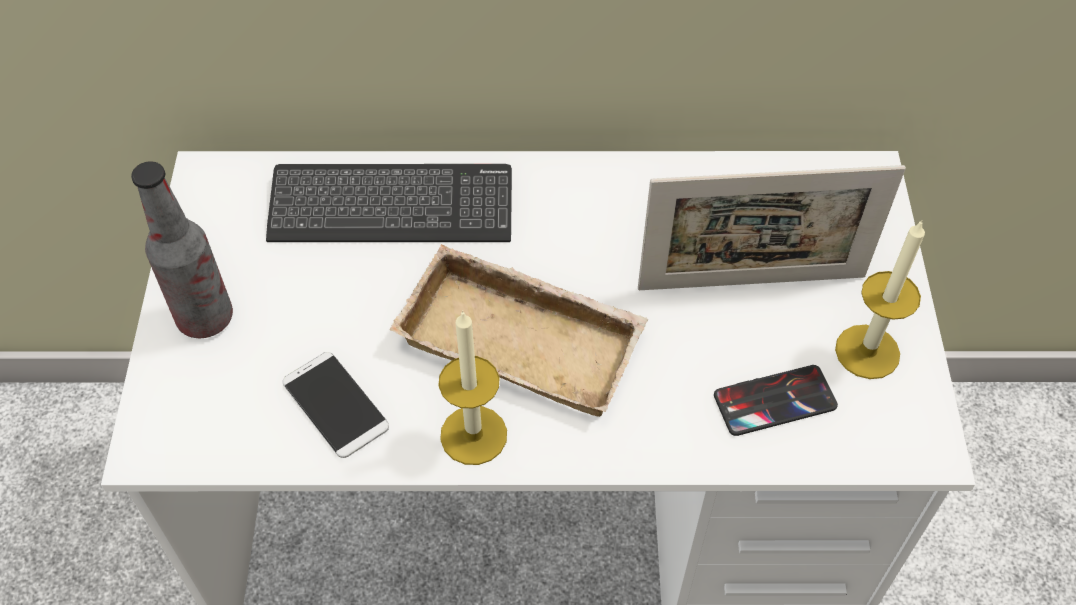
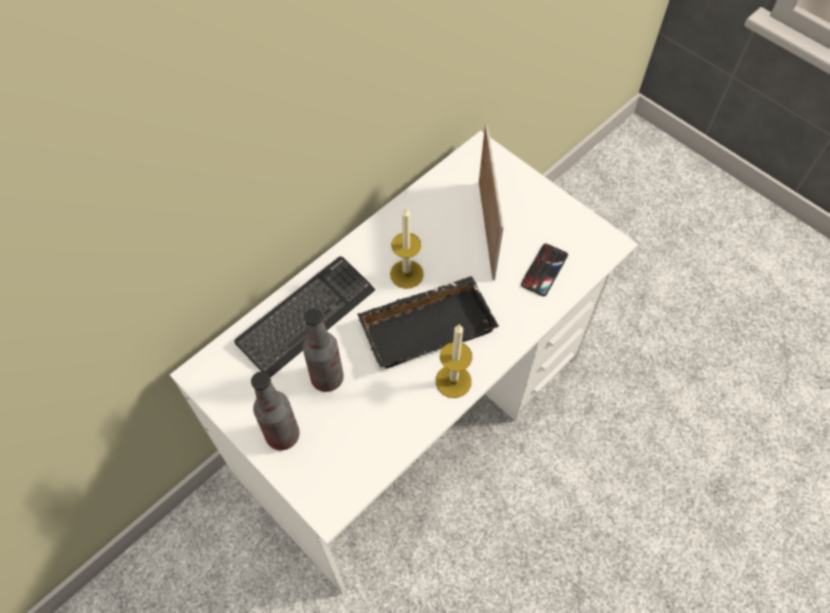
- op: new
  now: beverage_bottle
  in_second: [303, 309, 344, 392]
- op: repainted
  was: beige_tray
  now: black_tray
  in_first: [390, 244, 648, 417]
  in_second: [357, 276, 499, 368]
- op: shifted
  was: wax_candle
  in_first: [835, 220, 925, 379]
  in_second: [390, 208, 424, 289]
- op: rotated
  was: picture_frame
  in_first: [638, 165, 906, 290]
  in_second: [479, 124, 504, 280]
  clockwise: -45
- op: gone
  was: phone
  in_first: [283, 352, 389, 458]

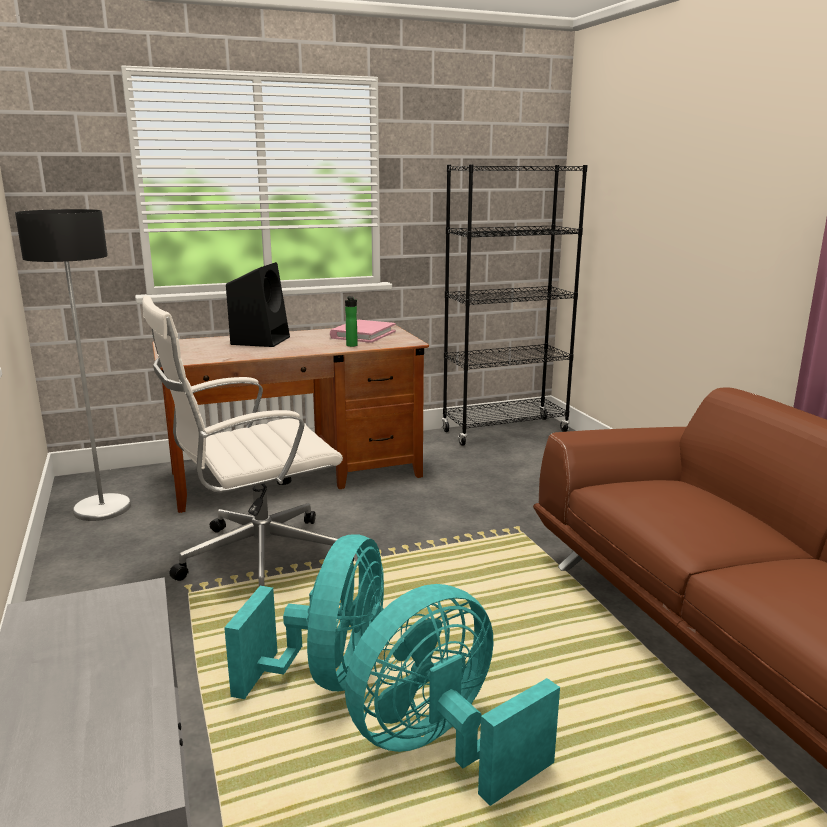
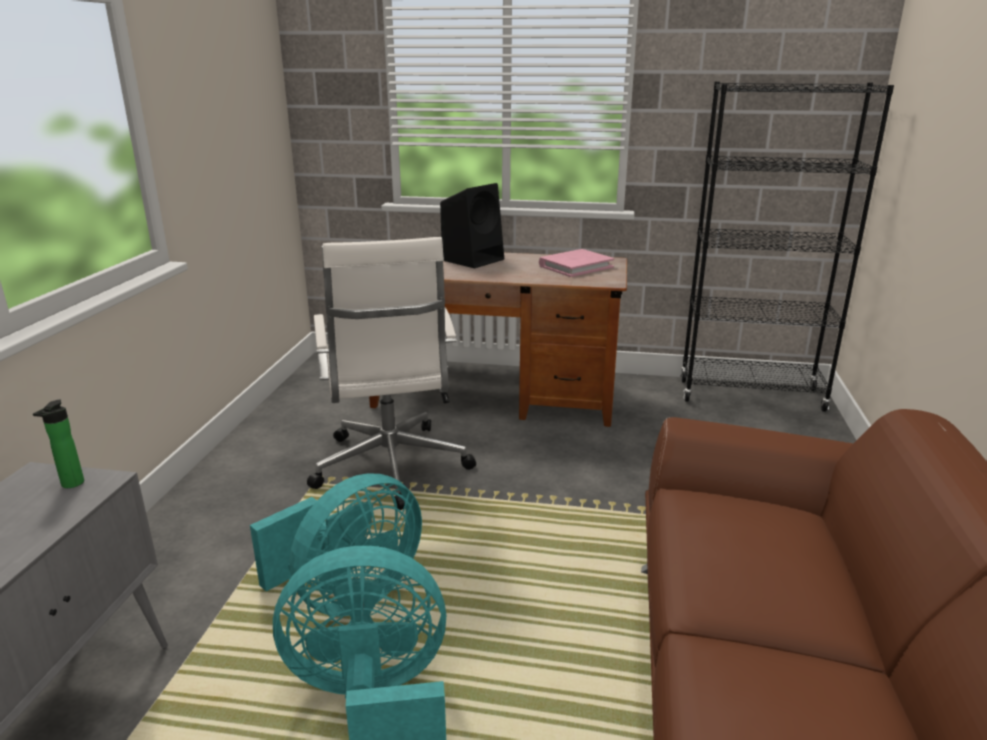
- op: shifted
  was: beverage_bottle
  in_first: [345, 296, 358, 347]
  in_second: [33, 399, 84, 488]
- op: rotated
  was: white_office_chair
  in_first: [142, 295, 354, 586]
  in_second: [307, 237, 476, 510]
  clockwise: -105
- op: gone
  was: standing_lamp
  in_first: [15, 209, 131, 521]

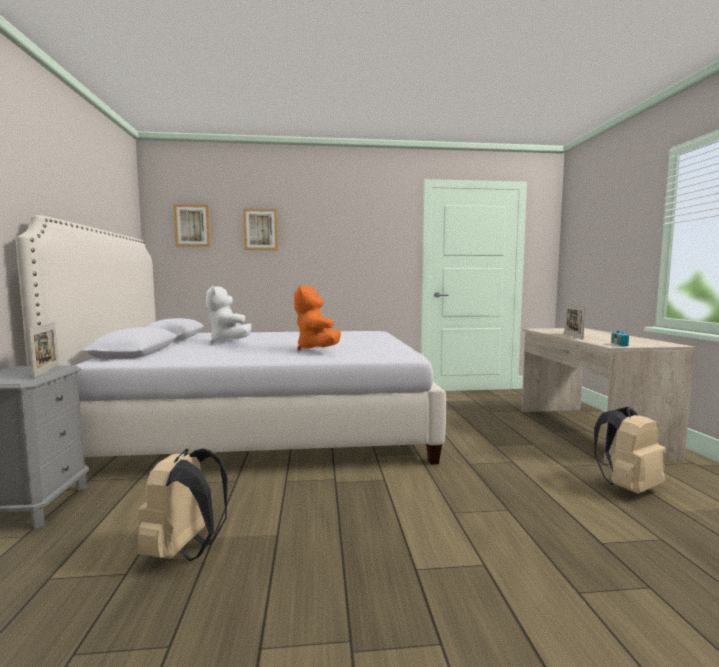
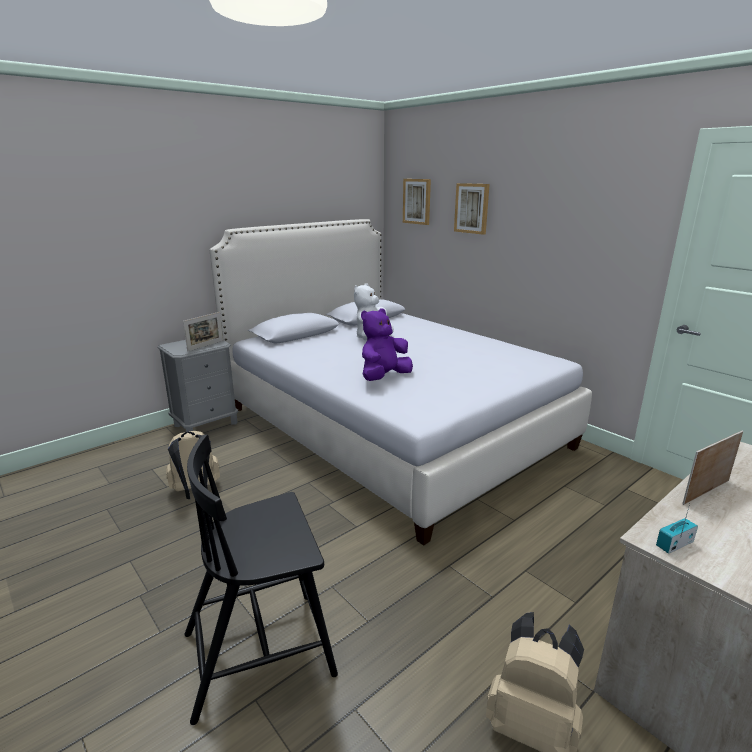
- op: new
  now: black_plain_chair
  in_second: [184, 435, 338, 725]
- op: repainted
  was: orange_soft_toy
  now: purplish_soft_toy
  in_first: [294, 285, 341, 351]
  in_second: [361, 308, 413, 381]

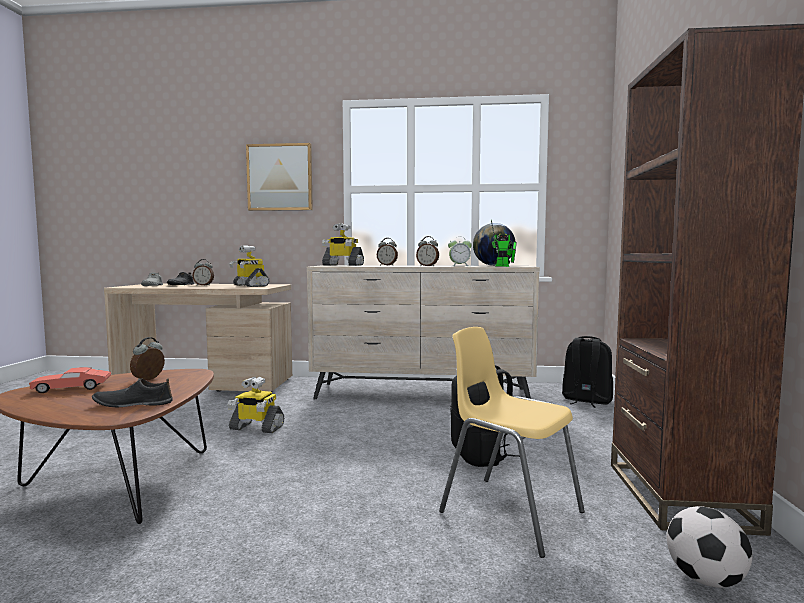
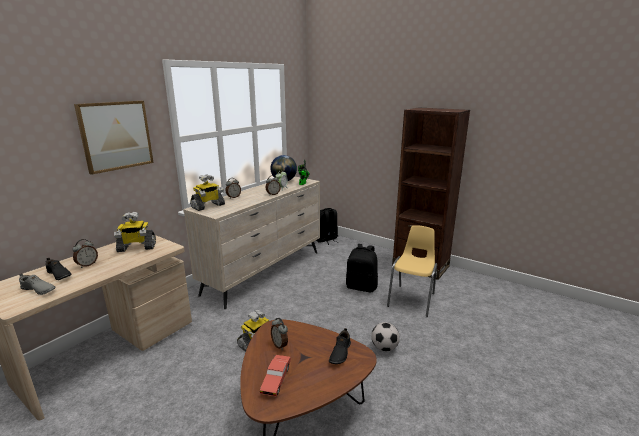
- op: shifted
  was: football
  in_first: [666, 506, 753, 588]
  in_second: [371, 322, 400, 351]
- op: rotated
  was: yellow-coloured_plain_chair
  in_first: [439, 327, 585, 558]
  in_second: [387, 225, 437, 317]
  clockwise: 135

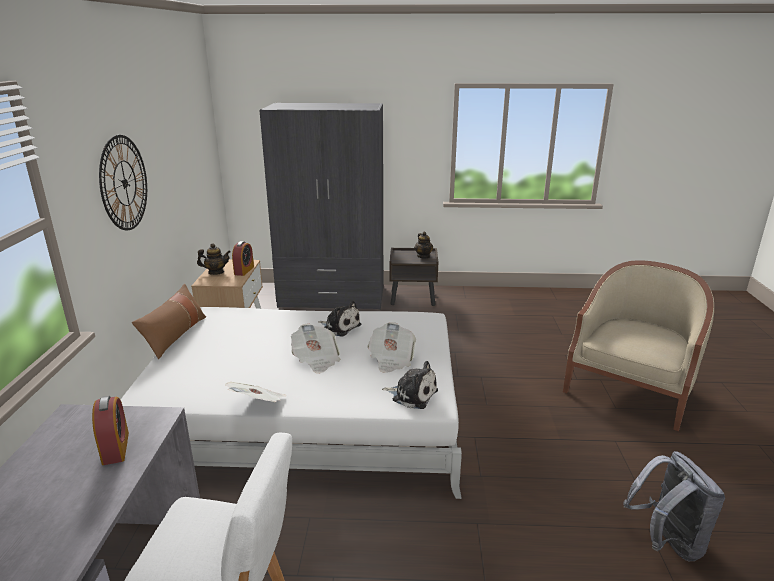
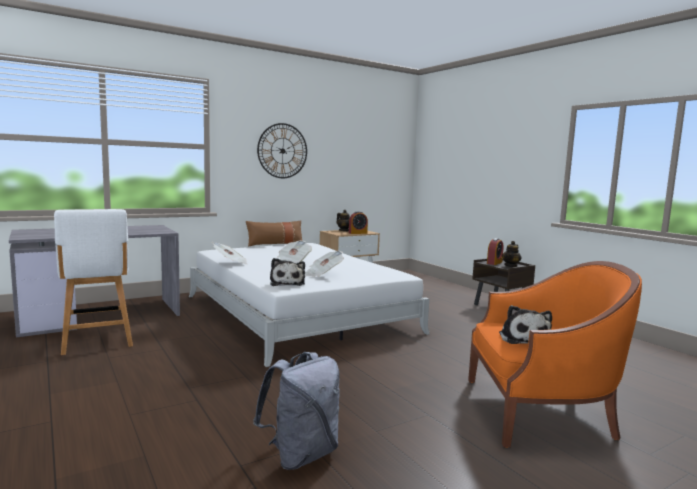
- op: repainted
  was: beige_armchair
  now: orange_armchair
  in_first: [563, 260, 714, 431]
  in_second: [468, 261, 642, 448]
- op: shifted
  was: table_clock
  in_first: [92, 396, 129, 465]
  in_second: [487, 238, 503, 265]
- op: shifted
  was: soft_toy
  in_first: [318, 301, 361, 337]
  in_second: [499, 305, 552, 344]
- op: gone
  was: greyish_clothes_cupboard
  in_first: [259, 103, 383, 310]

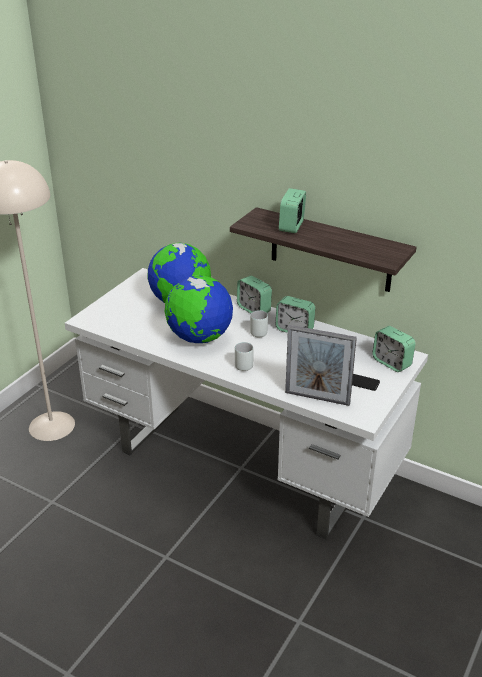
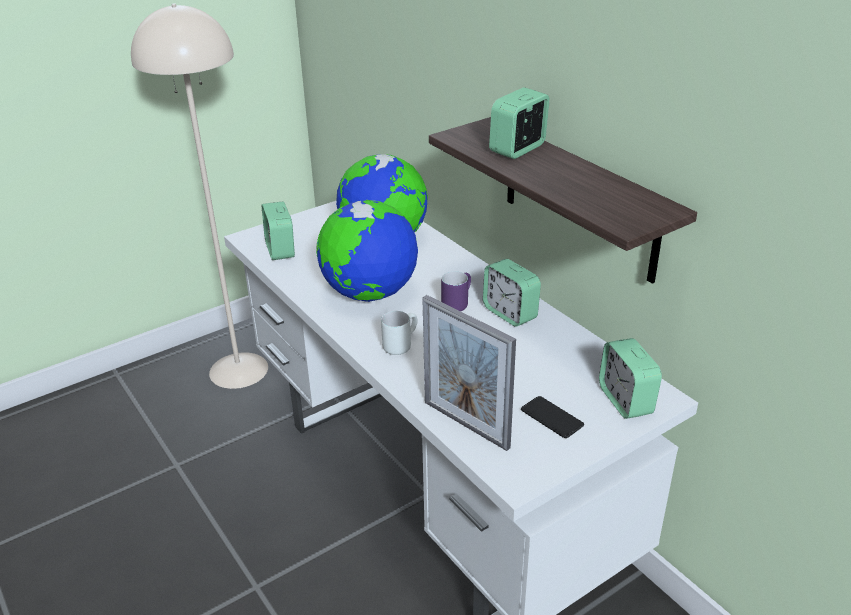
- op: shifted
  was: table_clock
  in_first: [237, 276, 272, 313]
  in_second: [262, 202, 295, 260]
- op: repainted
  was: white_tea_mug
  now: purplish_tea_mug
  in_first: [250, 310, 268, 337]
  in_second: [441, 271, 471, 311]

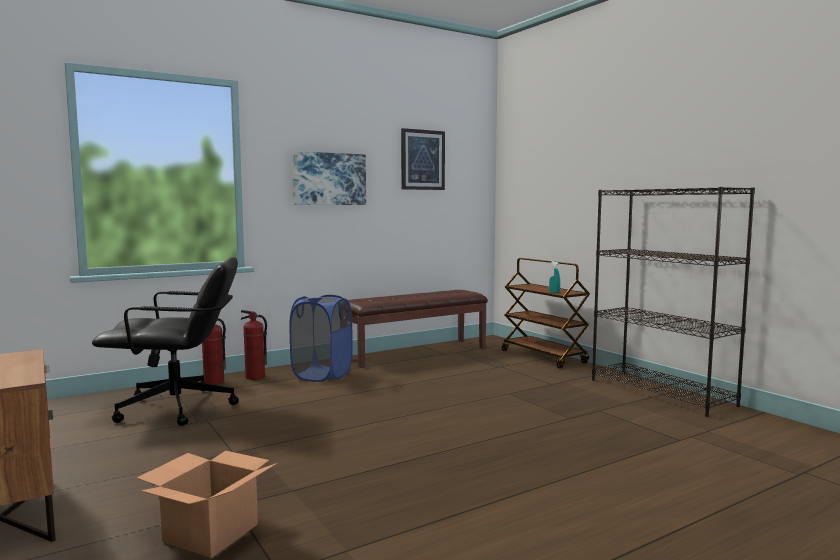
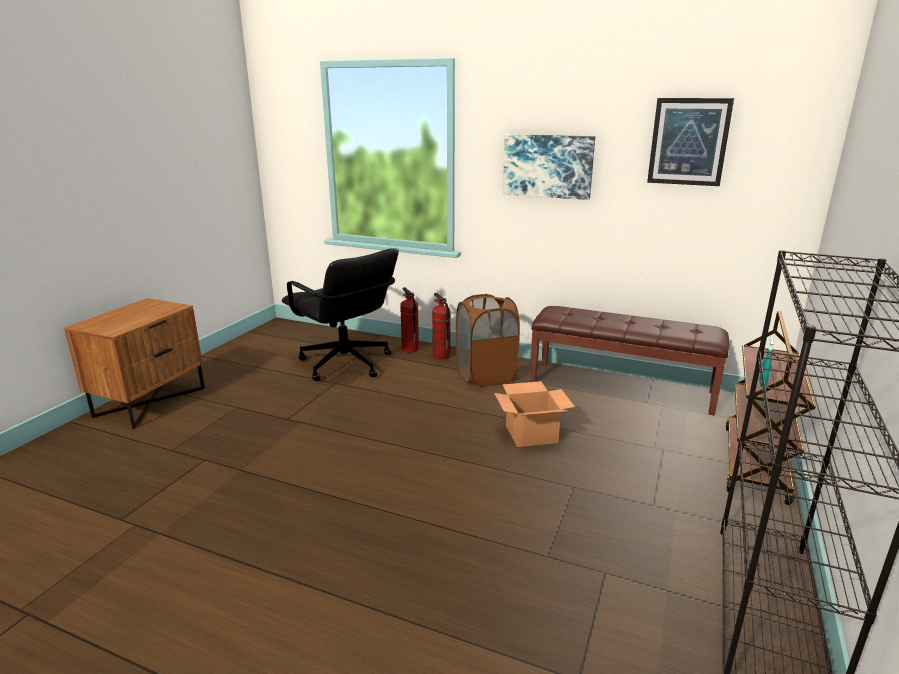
- op: repainted
  was: blue-coloured_washing_basket
  now: brown_washing_basket
  in_first: [289, 295, 353, 382]
  in_second: [456, 294, 520, 387]
- op: shifted
  was: packing_box
  in_first: [137, 451, 277, 558]
  in_second: [494, 381, 575, 447]

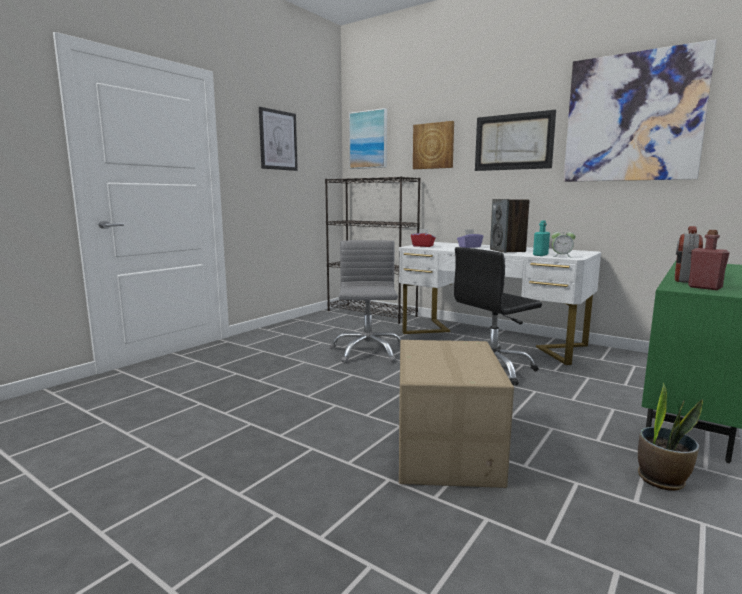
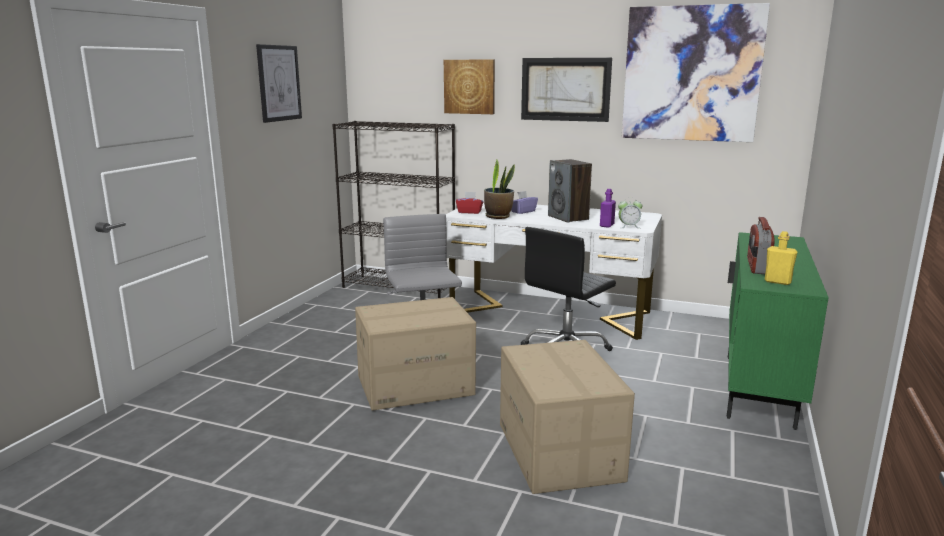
- op: new
  now: packing_box
  in_second: [355, 297, 476, 411]
- op: shifted
  was: houseplant
  in_first: [638, 383, 703, 491]
  in_second: [484, 159, 515, 219]
- op: repainted
  was: blue-green_beverage_bottle
  now: purplish_beverage_bottle
  in_first: [533, 220, 550, 256]
  in_second: [600, 189, 616, 228]
- op: repainted
  was: red_beverage_bottle
  now: yellow-coloured_beverage_bottle
  in_first: [688, 230, 730, 290]
  in_second: [764, 231, 798, 285]
- op: gone
  was: wall_art
  in_first: [349, 108, 387, 169]

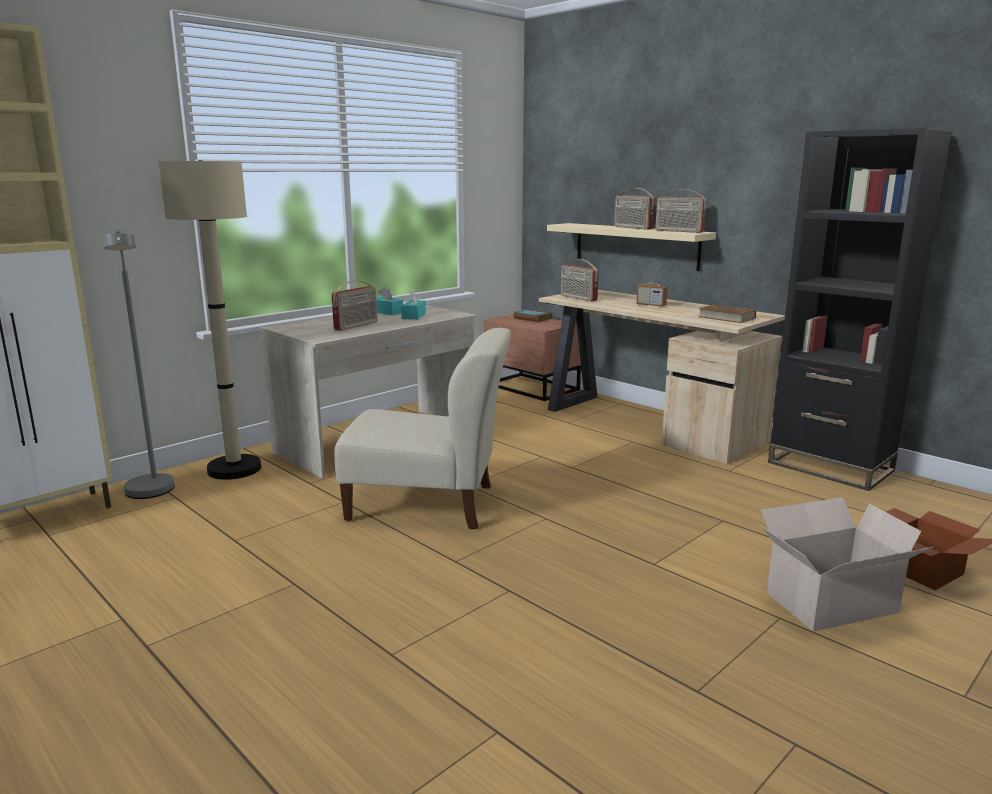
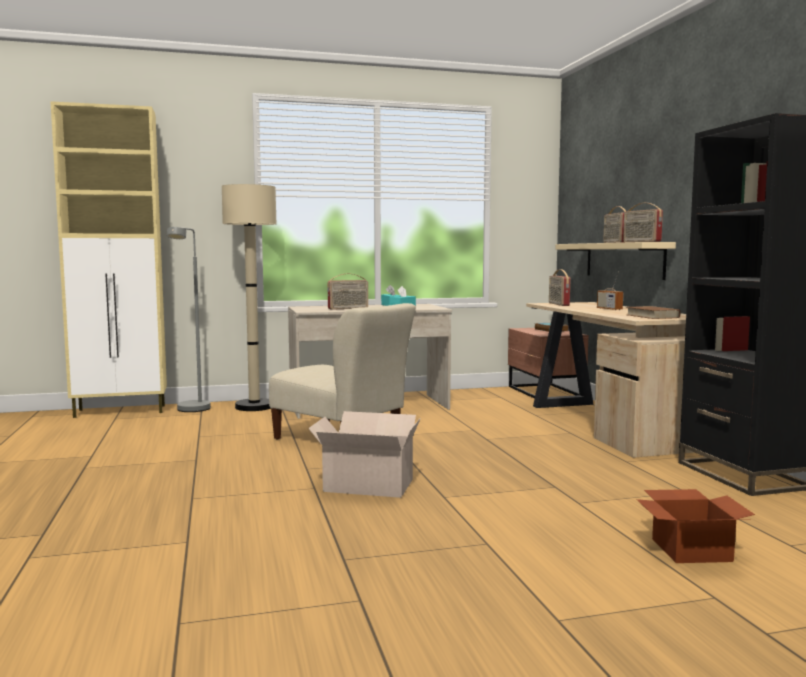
- op: shifted
  was: packing_box
  in_first: [760, 497, 933, 631]
  in_second: [308, 411, 421, 498]

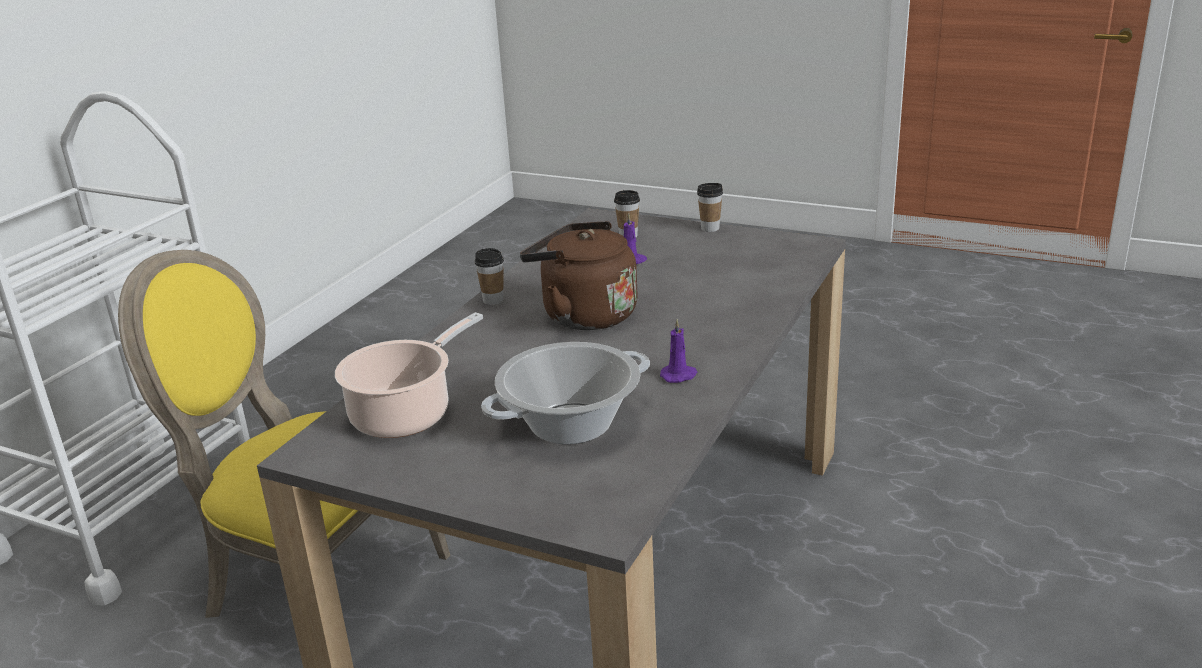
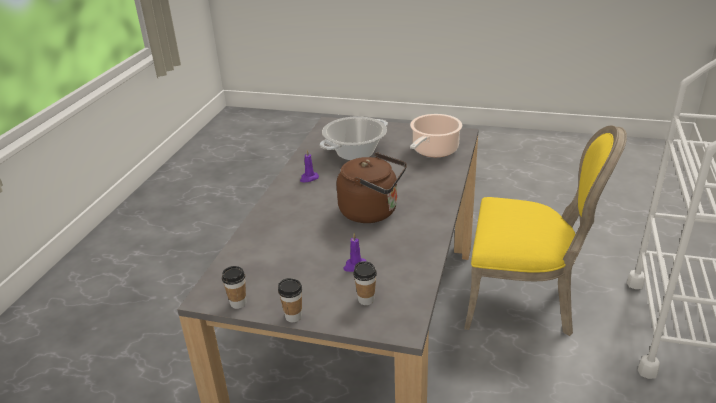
- op: shifted
  was: drinking_cup
  in_first: [475, 248, 504, 305]
  in_second: [222, 266, 246, 309]

